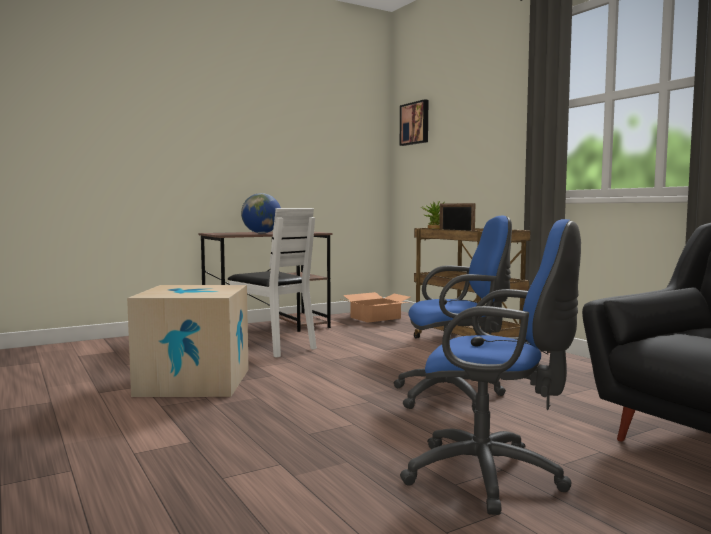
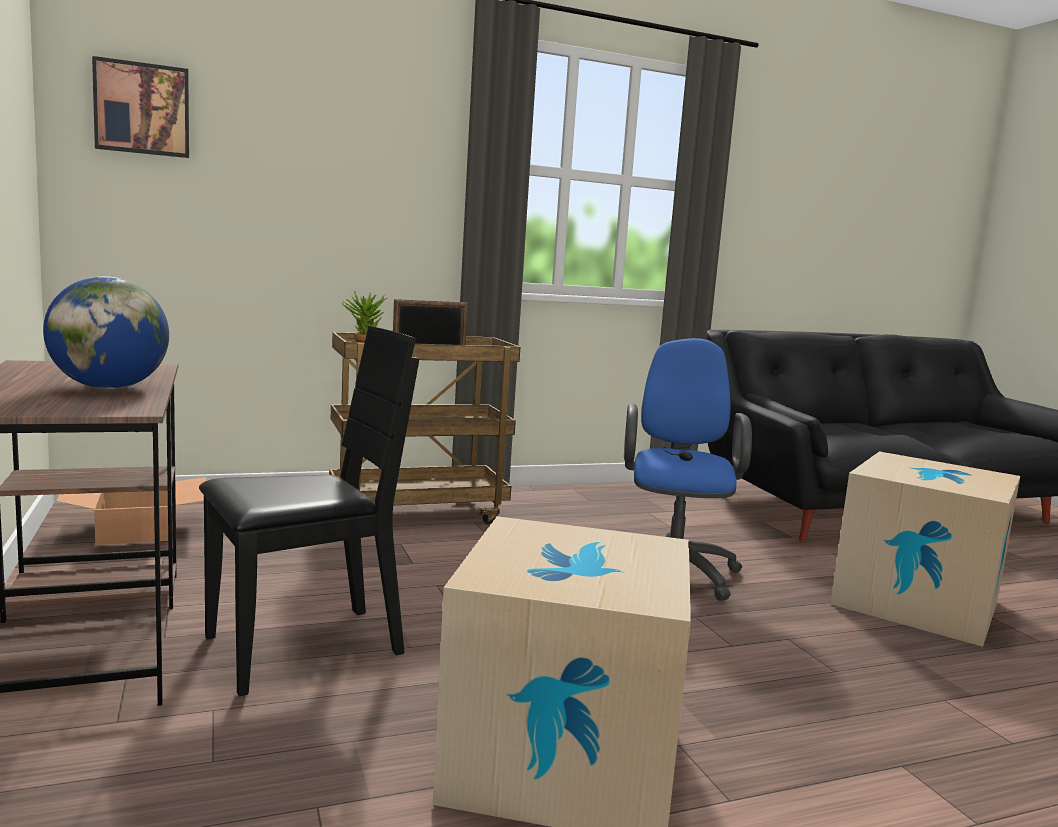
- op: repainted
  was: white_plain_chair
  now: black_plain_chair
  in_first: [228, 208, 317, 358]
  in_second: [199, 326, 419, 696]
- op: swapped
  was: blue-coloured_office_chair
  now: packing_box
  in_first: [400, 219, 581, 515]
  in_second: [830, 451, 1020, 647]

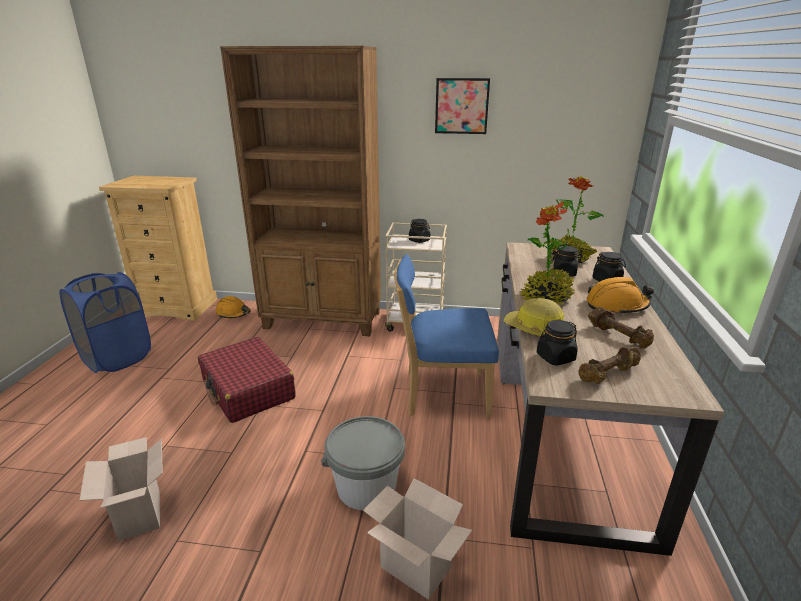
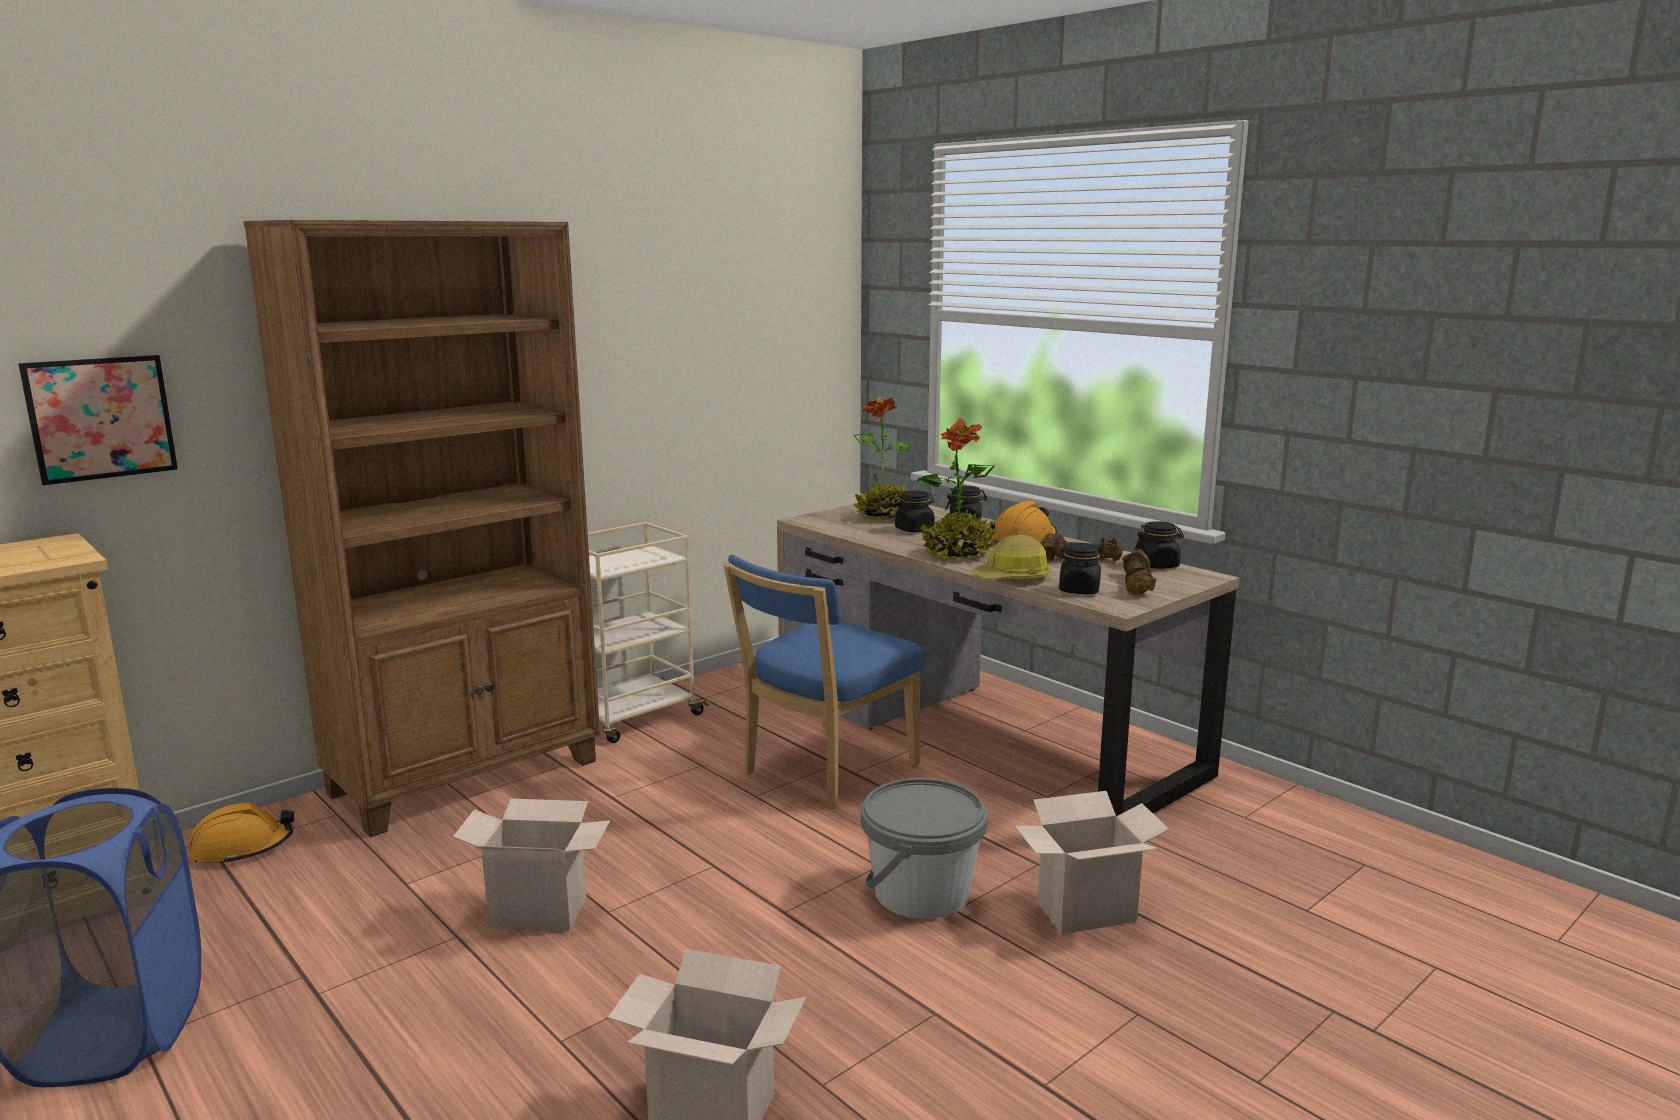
- op: shifted
  was: wall_art
  in_first: [435, 78, 490, 134]
  in_second: [18, 355, 178, 485]
- op: swapped
  was: red_suitcase
  now: packing_box
  in_first: [198, 337, 296, 423]
  in_second: [453, 799, 610, 931]
- op: shifted
  was: black_storage_jar
  in_first: [409, 219, 430, 243]
  in_second: [1135, 521, 1184, 569]

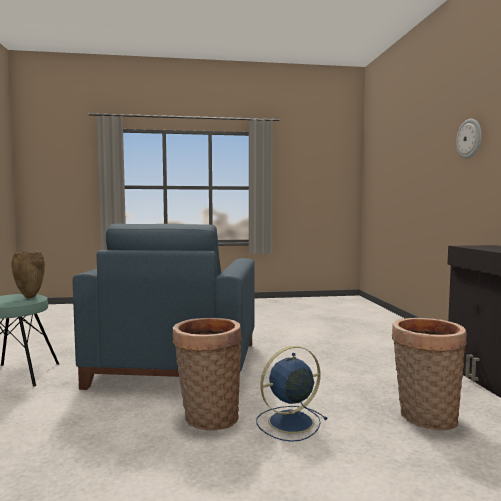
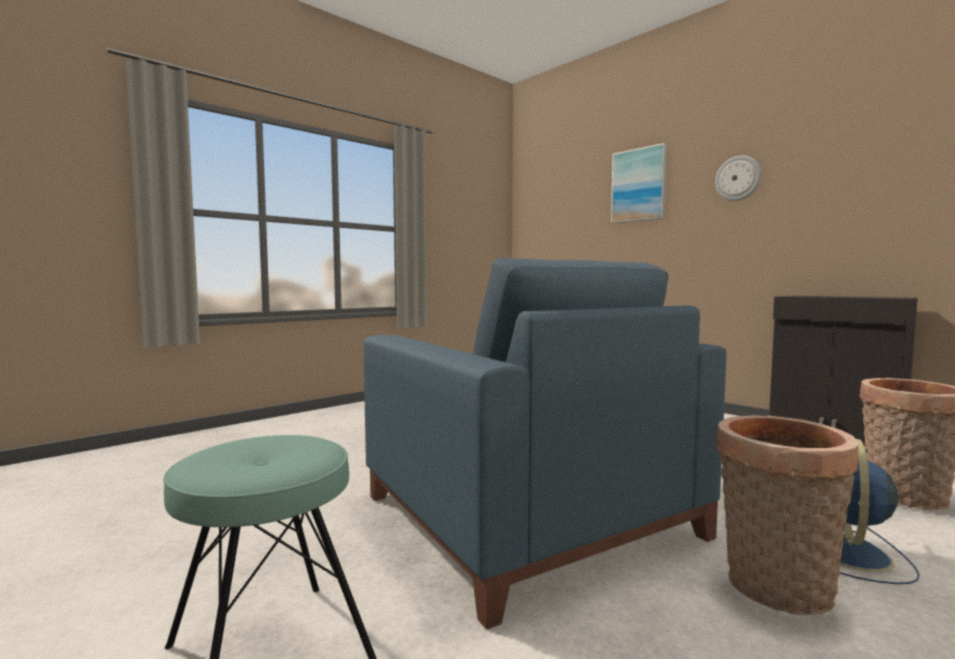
- op: new
  now: wall_art
  in_second: [611, 143, 667, 223]
- op: gone
  was: brown_vase
  in_first: [11, 252, 45, 298]

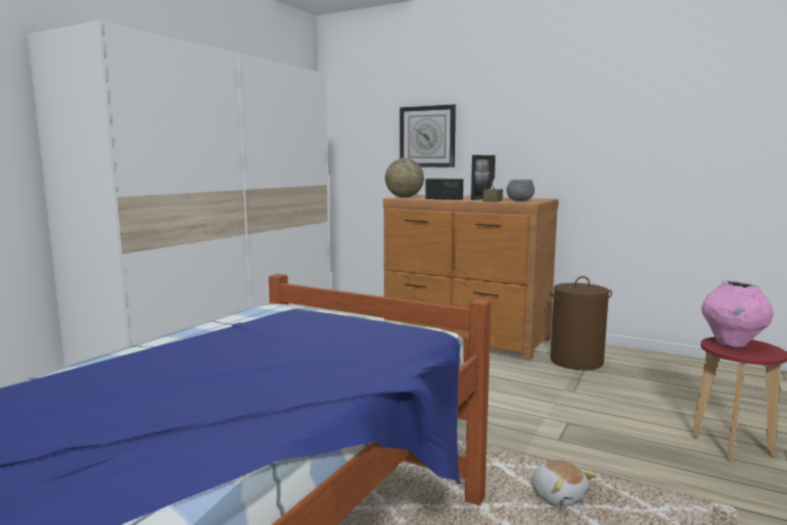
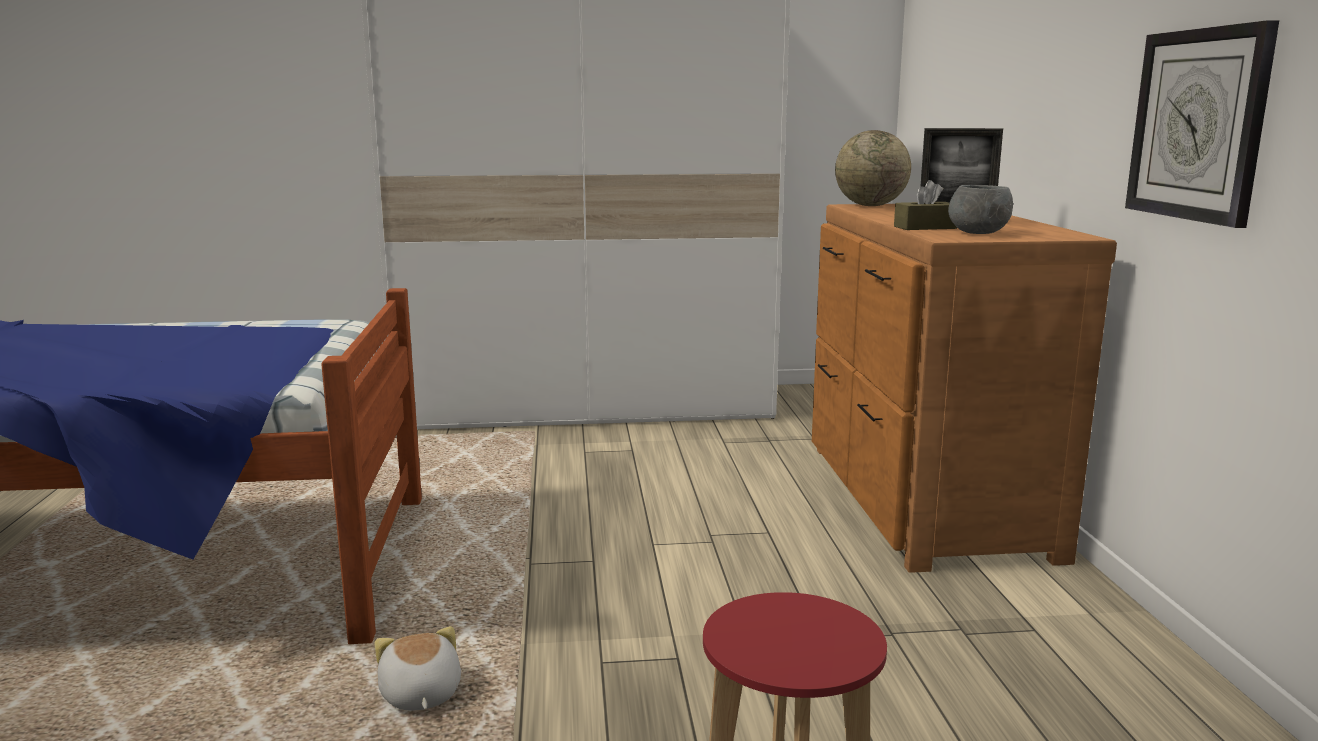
- op: rotated
  was: soft_toy
  in_first: [531, 460, 597, 507]
  in_second: [375, 626, 461, 711]
  clockwise: 135
- op: shifted
  was: hanging_clock
  in_first: [400, 104, 456, 167]
  in_second: [1125, 20, 1279, 228]
- op: gone
  was: radio
  in_first: [425, 178, 463, 200]
- op: gone
  was: brown_washing_basket
  in_first: [550, 276, 612, 370]
- op: gone
  was: pinkish_vase
  in_first: [701, 280, 773, 348]

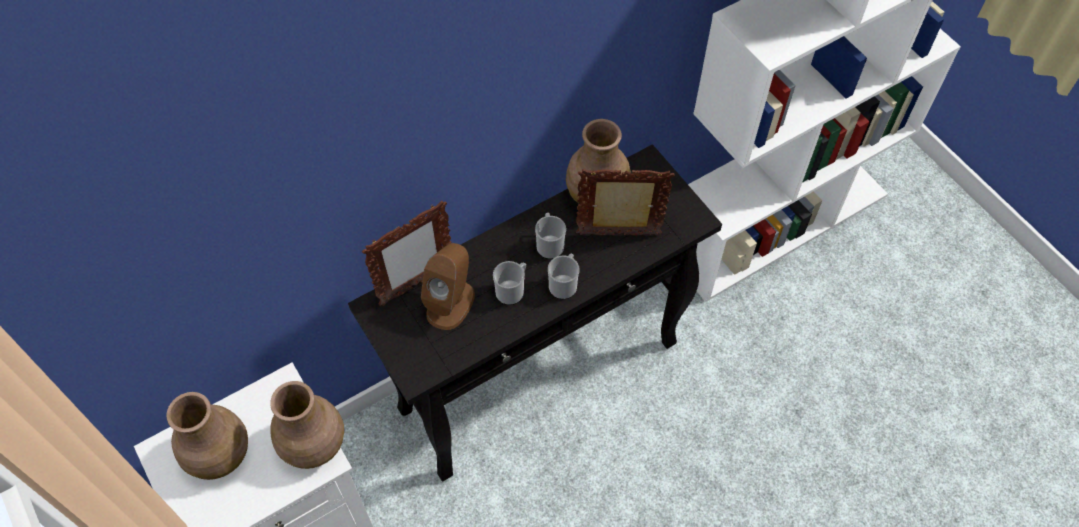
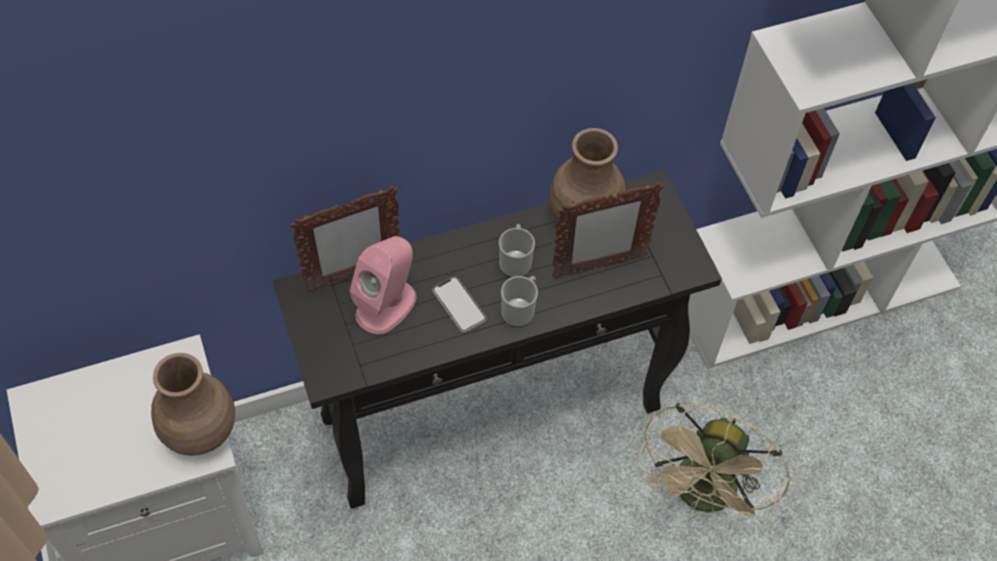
- op: repainted
  was: brown_audio_speaker
  now: pinkish_audio_speaker
  in_first: [421, 243, 475, 330]
  in_second: [350, 236, 416, 334]
- op: swapped
  was: tea_mug
  now: phone
  in_first: [493, 261, 526, 305]
  in_second: [432, 276, 487, 332]
- op: rotated
  was: picture_frame
  in_first: [576, 169, 675, 236]
  in_second: [552, 182, 664, 279]
  clockwise: 150
- op: new
  now: beige_cooling_fan
  in_second: [636, 403, 791, 530]
- op: gone
  was: brown_vase
  in_first: [166, 392, 248, 480]

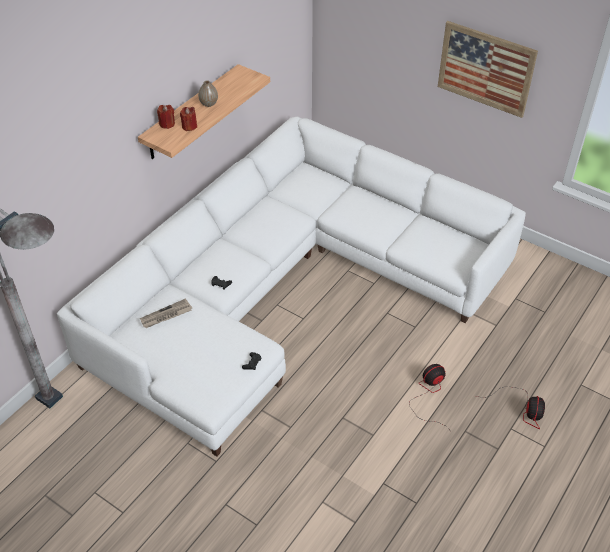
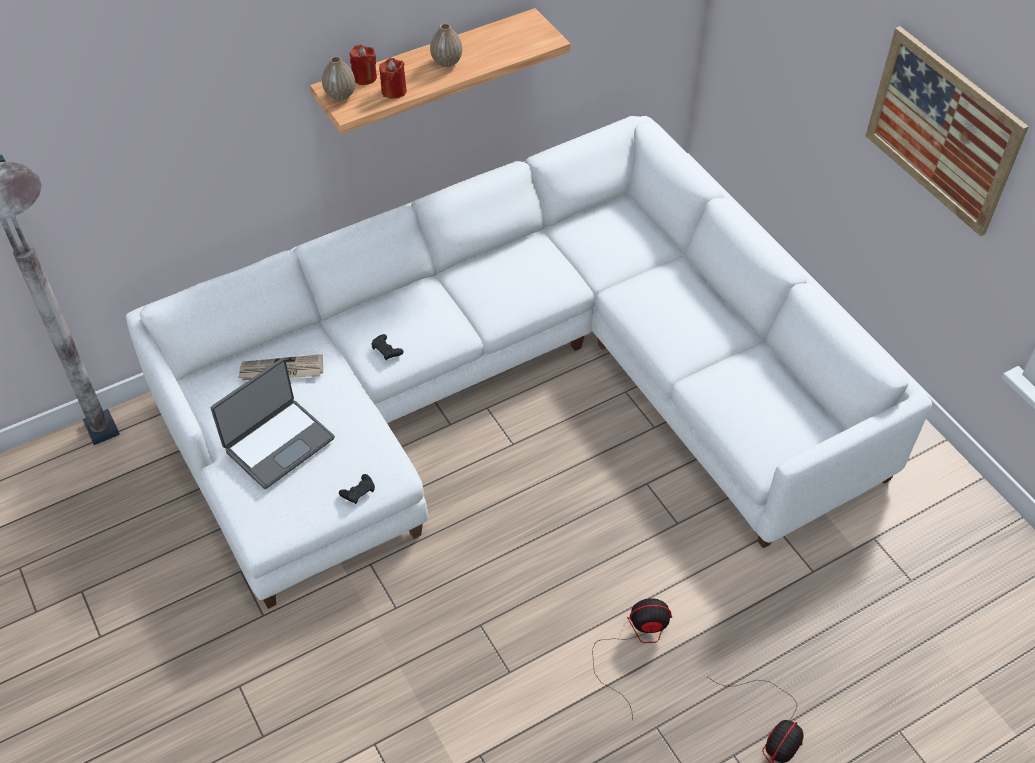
- op: new
  now: notebook_computer
  in_second: [211, 358, 335, 489]
- op: new
  now: vase
  in_second: [322, 56, 355, 101]

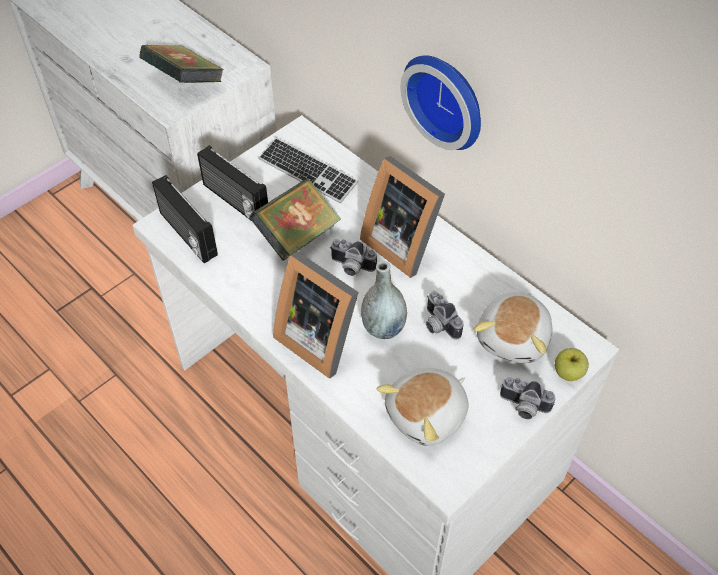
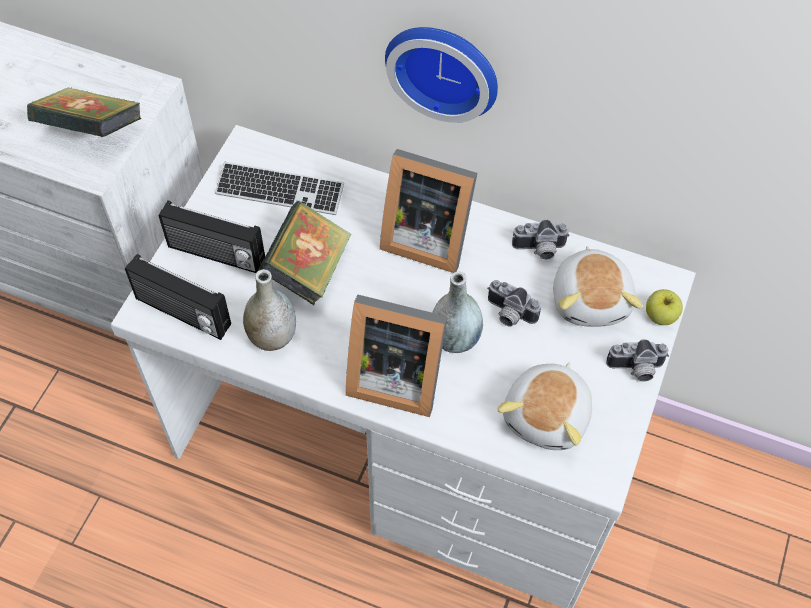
- op: new
  now: greyish_vase
  in_second: [243, 269, 296, 351]
- op: shifted
  was: still_camera
  in_first: [330, 239, 377, 276]
  in_second: [512, 220, 570, 260]

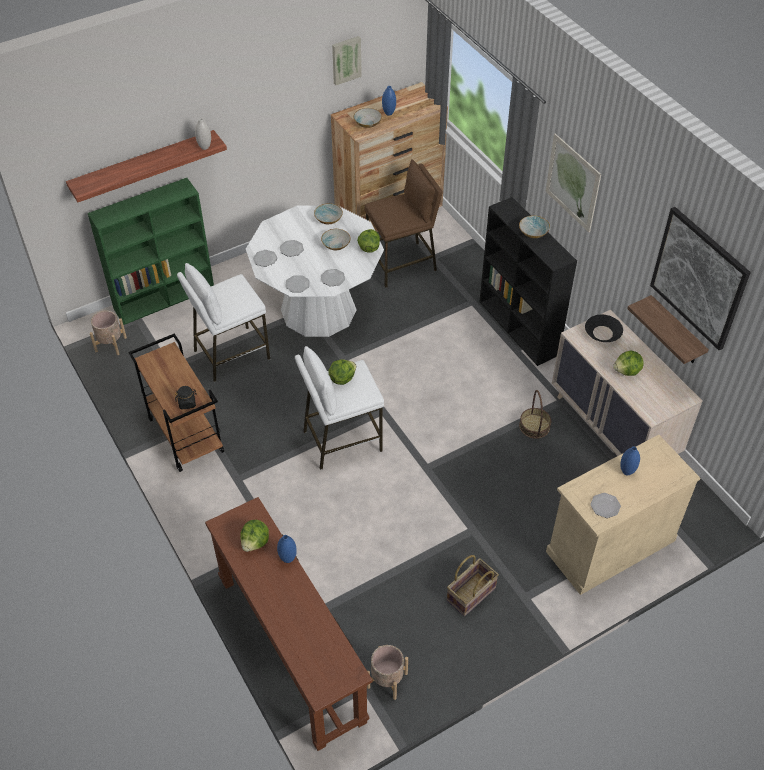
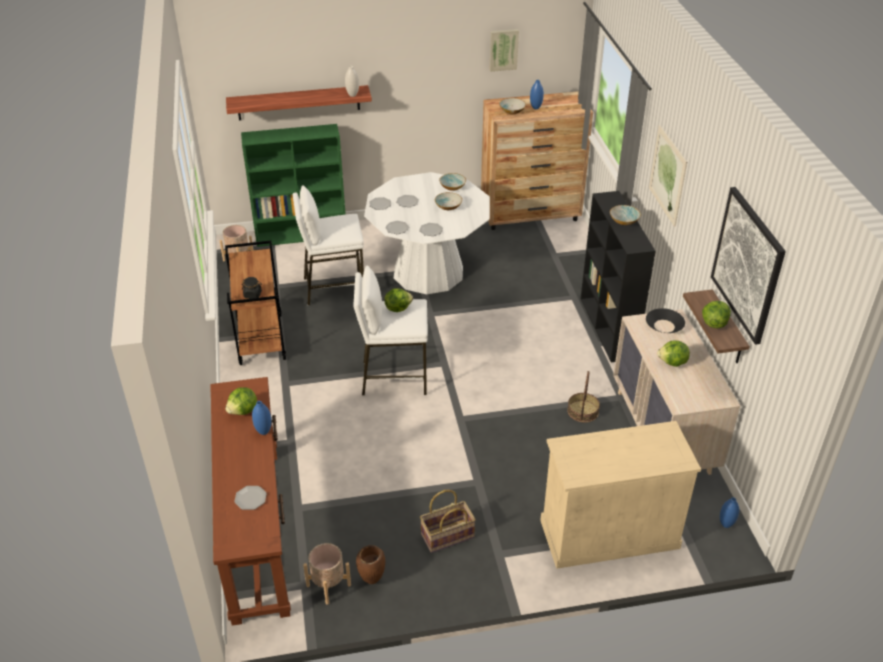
- op: shifted
  was: flat_dish
  in_first: [590, 493, 621, 518]
  in_second: [234, 486, 267, 510]
- op: new
  now: brown_vase
  in_second: [356, 545, 385, 584]
- op: shifted
  was: head_of_lettuce
  in_first: [357, 229, 380, 253]
  in_second: [702, 301, 731, 329]
- op: shifted
  was: blue-coloured_vase
  in_first: [620, 446, 640, 475]
  in_second: [720, 497, 739, 528]
- op: gone
  was: brown_stool_seat
  in_first: [365, 159, 443, 288]

